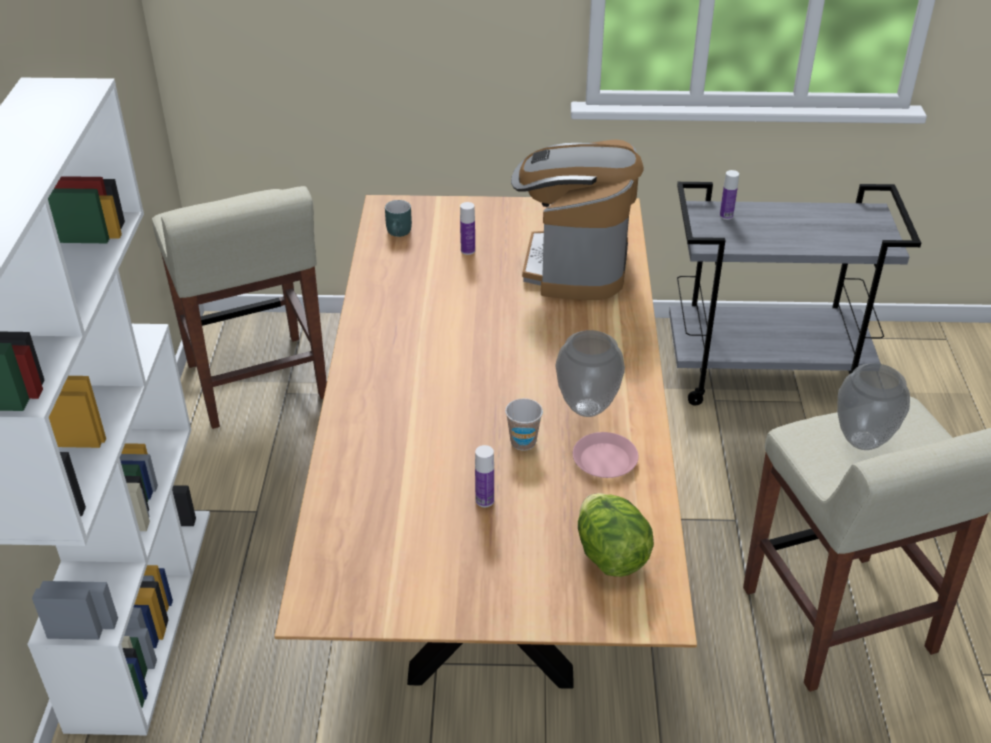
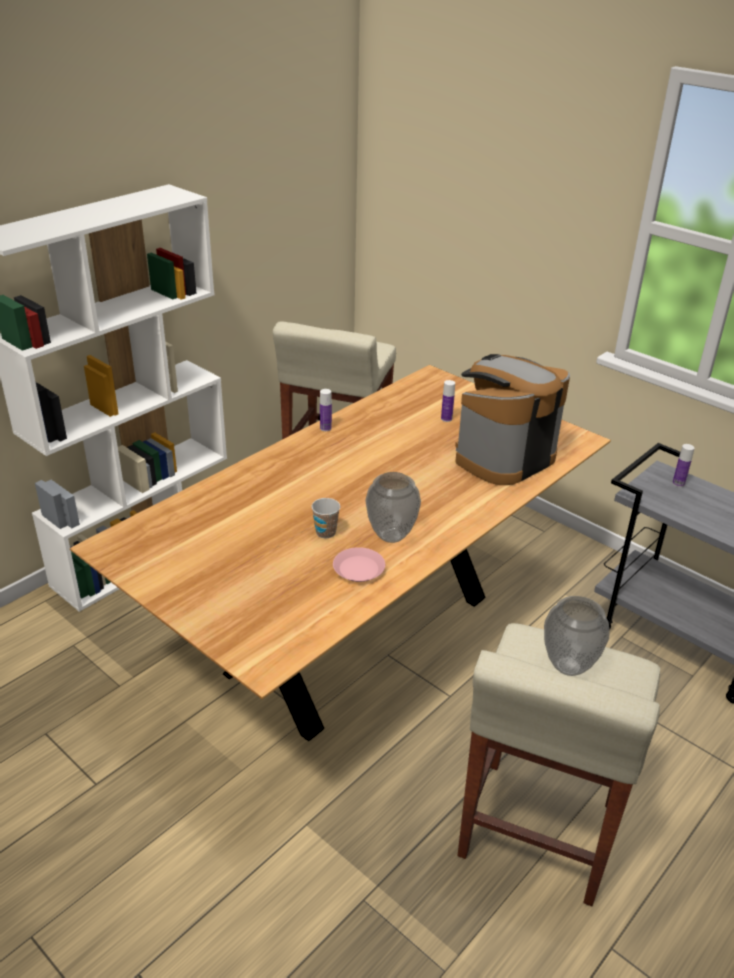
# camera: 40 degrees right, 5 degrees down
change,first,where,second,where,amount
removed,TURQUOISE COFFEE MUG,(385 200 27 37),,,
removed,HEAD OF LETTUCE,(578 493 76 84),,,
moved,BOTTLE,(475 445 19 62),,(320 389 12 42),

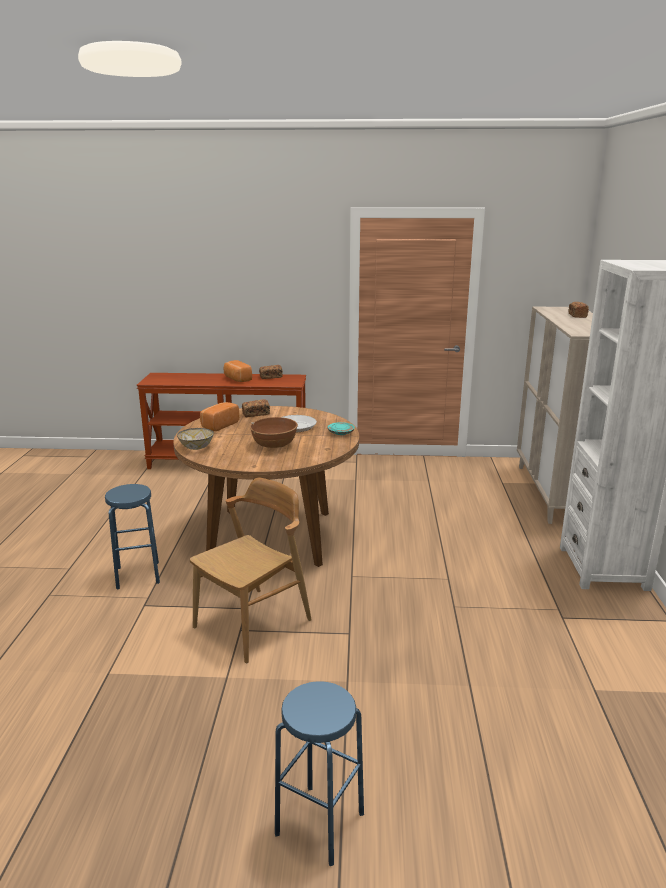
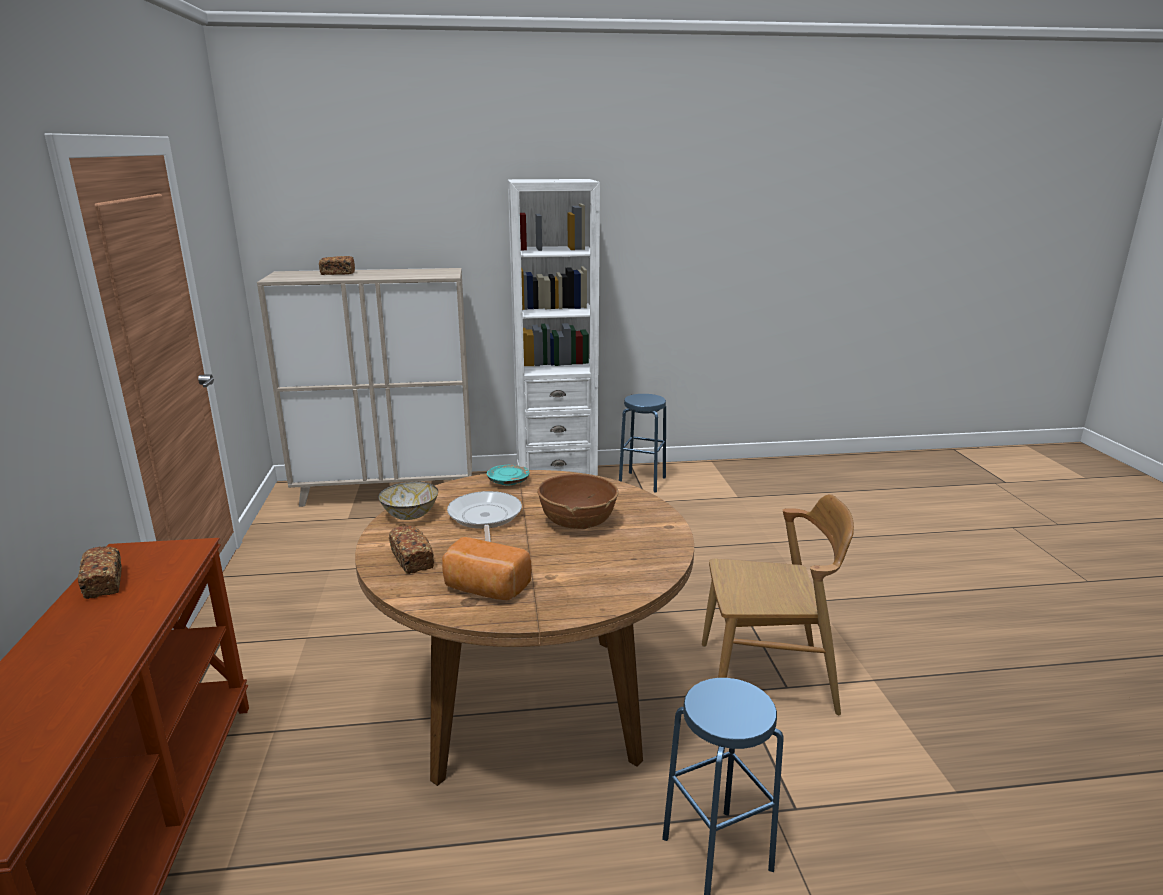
# camera: 100 degrees left, 0 degrees up
change,first,where,second,where,amount
removed,BAKED BREAD,(223 360 29 22),,,
moved,SERVING BOWL,(177 428 37 22),,(378 481 60 39),
moved,BLUE-COLOURED STOOL SEAT,(275 681 89 185),,(619 394 47 98),
turned,BROWNISH PLAIN CHAIR,(190 478 122 185),,(702 494 152 221),150 degrees clockwise

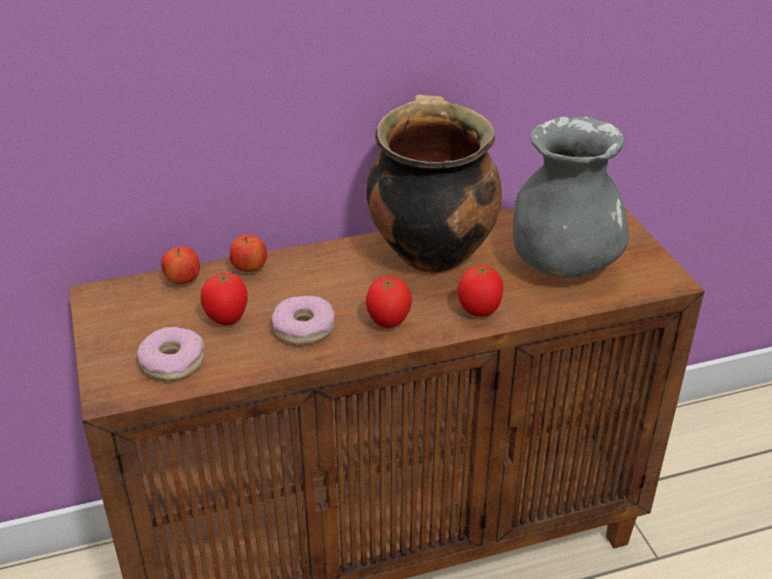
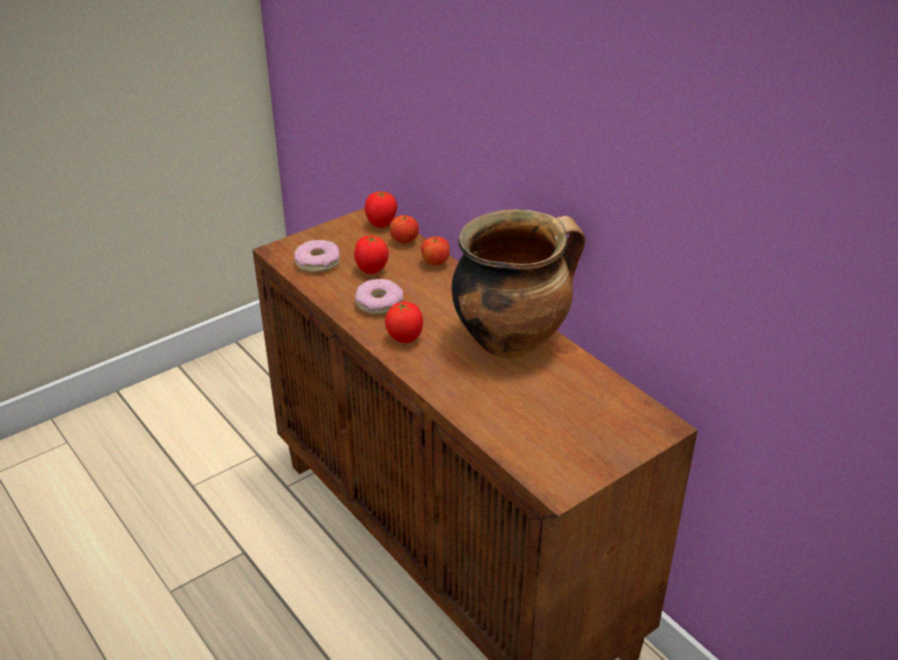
# camera: 70 degrees right, 0 degrees up
change,first,where,second,where,amount
removed,GRAY DECORATIVE VASE,(513 117 116 161),,,
moved,TOMATO,(458 264 46 53),,(365 191 32 37),

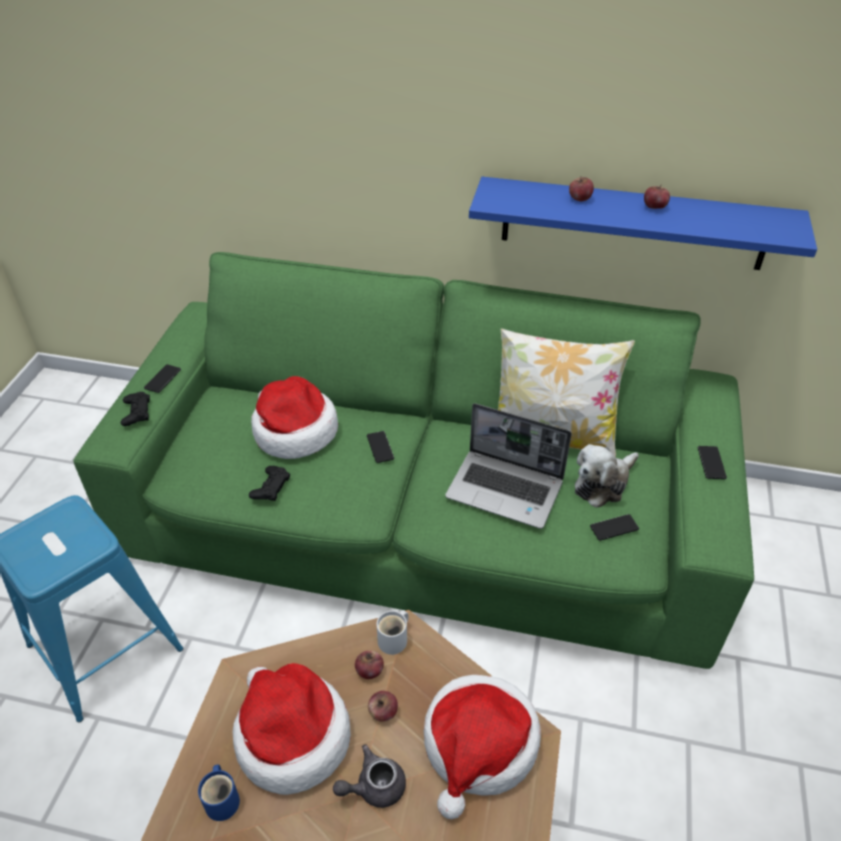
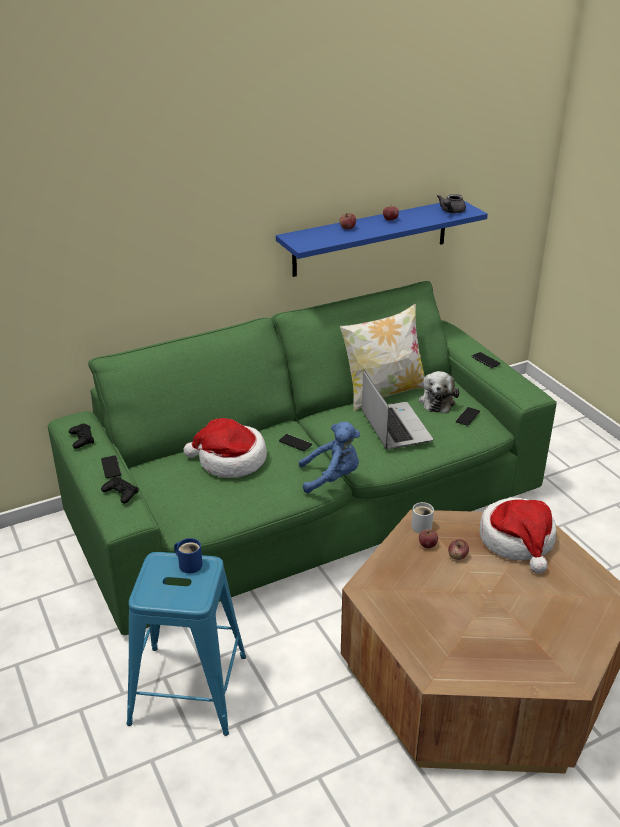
# camera: 40 degrees left, 10 degrees down
change,first,where,second,where,amount
removed,WEARABLE HAT,(233 663 118 132),,,
added,,,BLUE-COLOURED PLUSH TOY,(299 422 61 71),
moved,BLUE-COLOURED COFFEE MUG,(198 764 42 57),,(174 538 29 35),
moved,BLACK-COLOURED GAME CONTROLLER,(249 466 41 35),,(69 424 25 25),
moved,GRAY TEA POT,(333 744 73 64),,(437 194 29 19),
turned,LAPTOP,(445 403 127 126),,(362 370 71 79),90 degrees counterclockwise

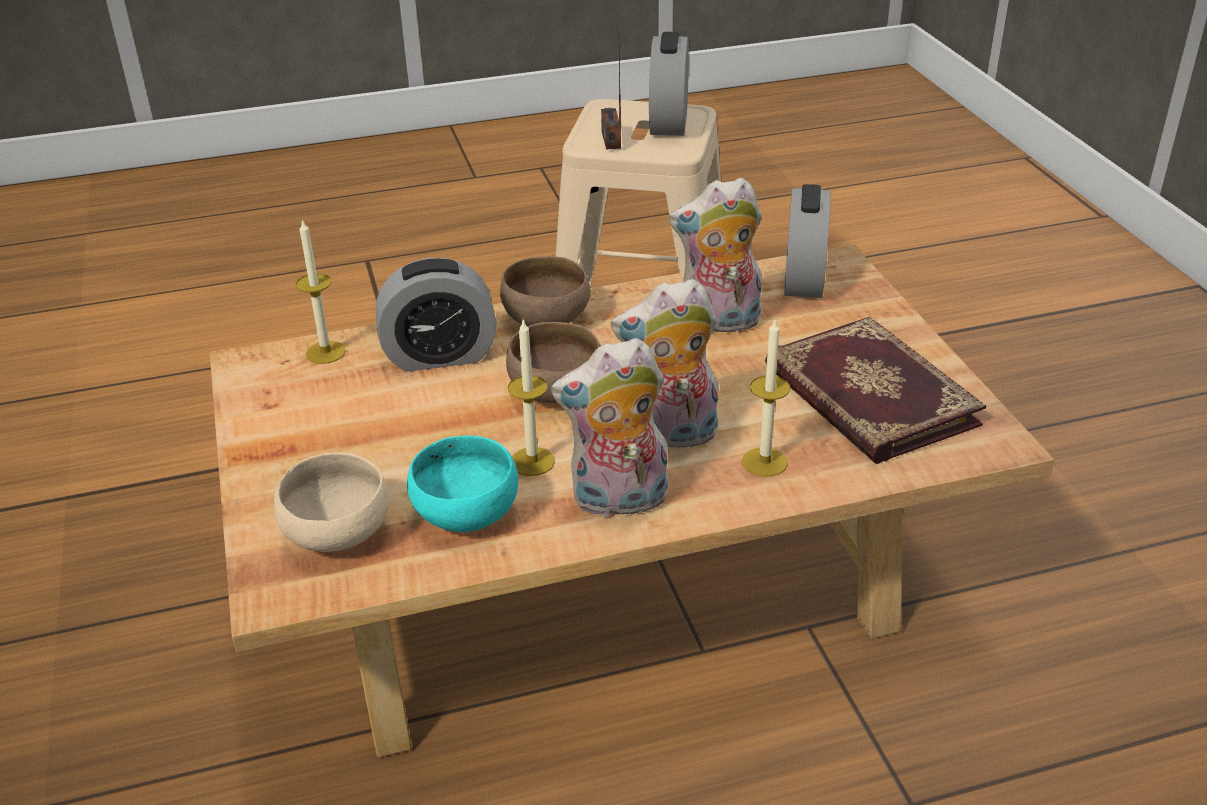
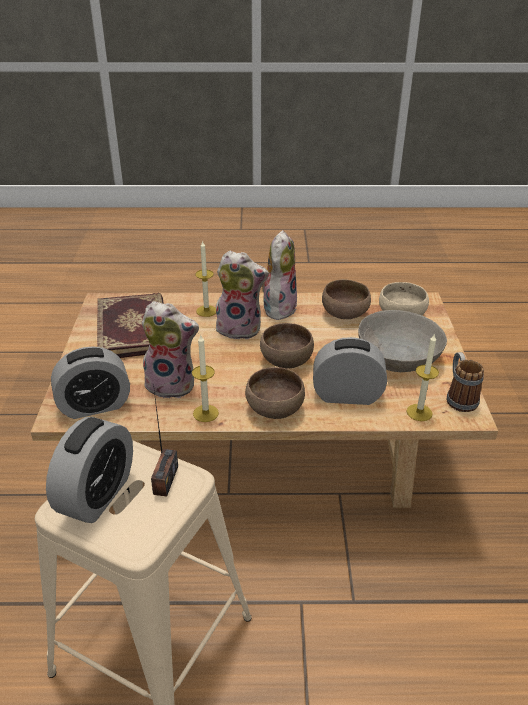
# camera: 165 degrees left, 0 degrees up
change,first,where,second,where,amount
added,,,GRAY SERVING BOWL,(358 310 89 62),
added,,,COFFEE MUG,(447 352 37 60),
moved,WAX CANDLE,(508 320 47 156),,(192 335 27 87),
recoloured,TURQUOISE SERVING BOWL,(407 436 111 96),BROWNISH SERVING BOWL,(322 279 49 40),
turned,PLUSH TOY,(551 338 117 181),,(262 230 35 90),75 degrees counterclockwise
turned,ALARM CLOCK,(784 184 47 114),,(51 346 79 73),135 degrees counterclockwise

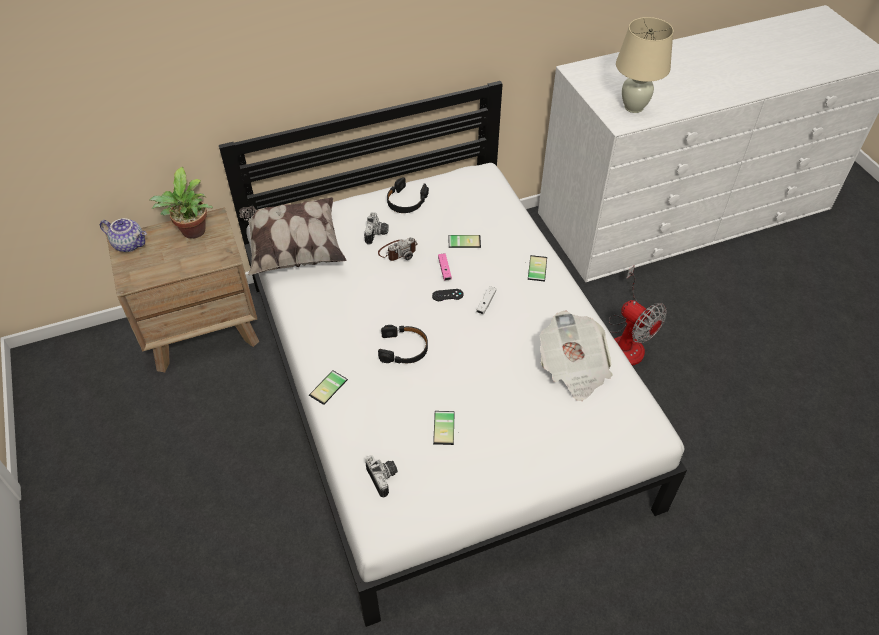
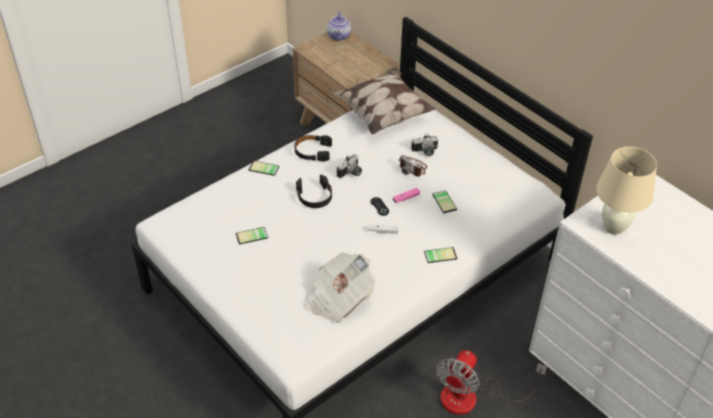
# camera: 70 degrees right, 5 degrees down
change,first,where,second,where,amount
removed,POTTED PLANT,(149 167 64 72),,,
moved,PHOTO CAMERA,(365 455 33 43),,(337 154 25 24),
moved,BLACK-COLOURED HEADPHONES,(387 177 42 36),,(294 135 38 27),

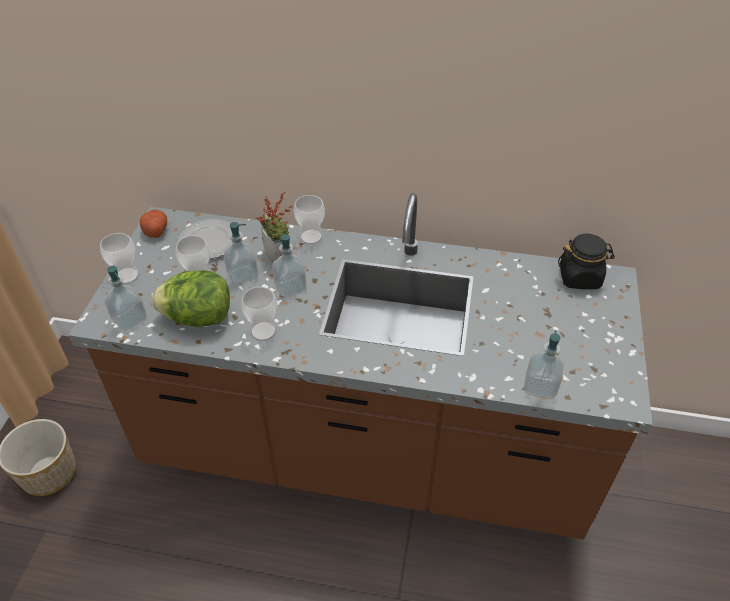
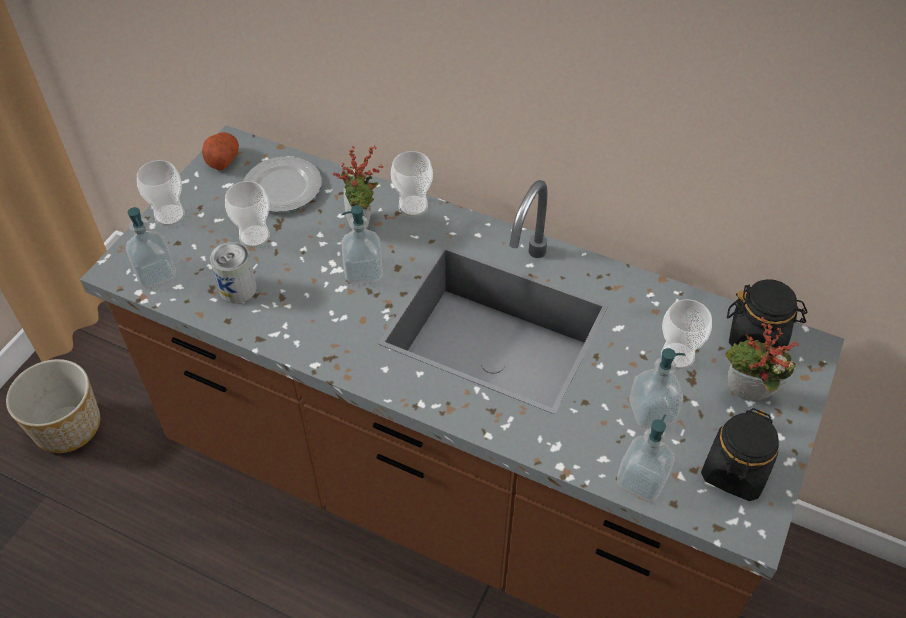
# camera: 15 degrees right, 5 degrees up
change,first,where,second,where,amount
added,,,BLACK-COLOURED JAR,(701 408 78 93),
added,,,POTTED PLANT,(725 317 74 83),
moved,SOAP BOTTLE,(223 222 35 63),,(629 348 56 80),
moved,SMALL CUP,(241 287 37 54),,(661 299 51 71),
replaced,HEAD OF LETTUCE,(152 270 78 57),SEALED CAN,(210 242 47 62),

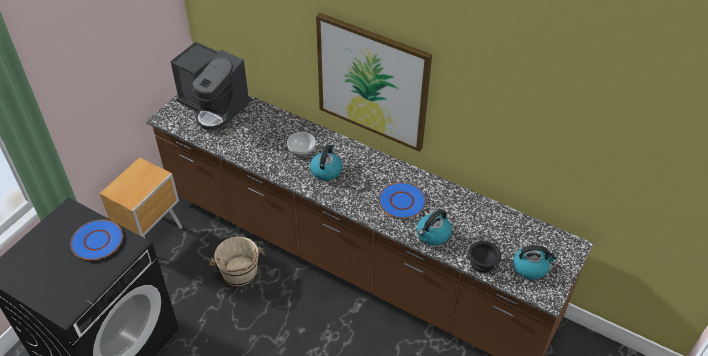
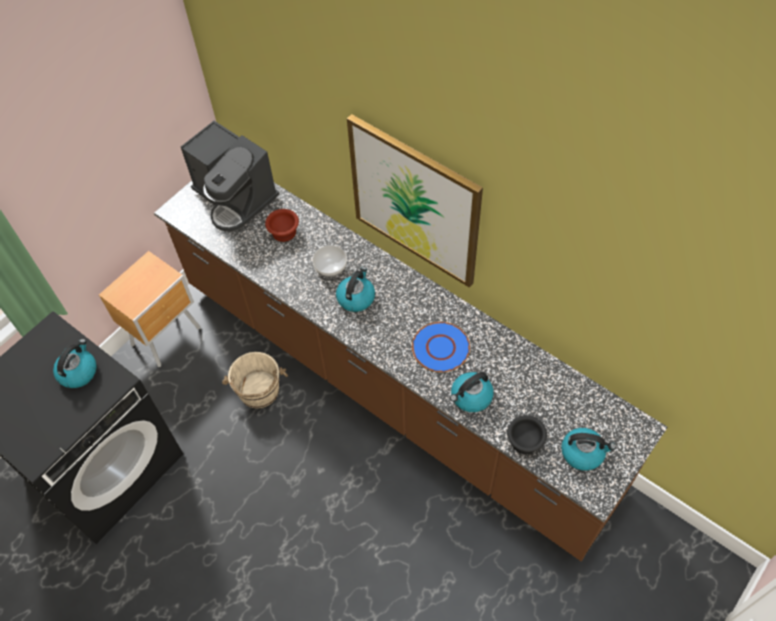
# camera: 10 degrees right, 10 degrees up
change,first,where,second,where,amount
added,,,BROWNISH SERVING BOWL,(265 209 34 33),
replaced,BLUE-COLOURED FLAT DISH,(70 219 53 41),TEA KETTLE,(53 339 44 49),

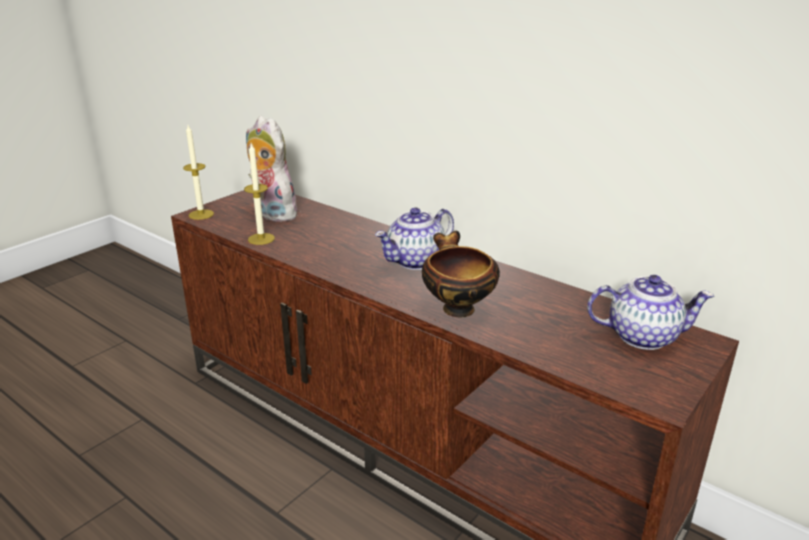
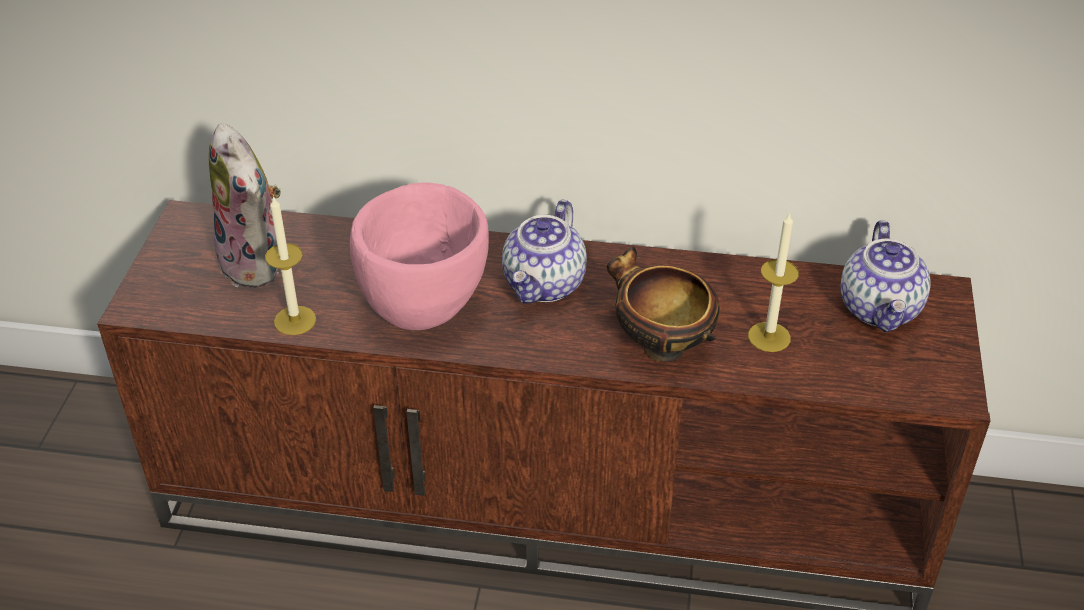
# camera: 30 degrees left, 15 degrees up
change,first,where,second,where,amount
added,,,PINK SERVING BOWL,(350 183 139 147),
moved,WAX CANDLE,(183 125 31 95),,(748 212 51 140),
turned,PLUSH TOY,(246 116 51 106),,(209 123 72 165),135 degrees counterclockwise
turned,TEA POT,(587 275 127 75),,(841 220 89 112),120 degrees clockwise

